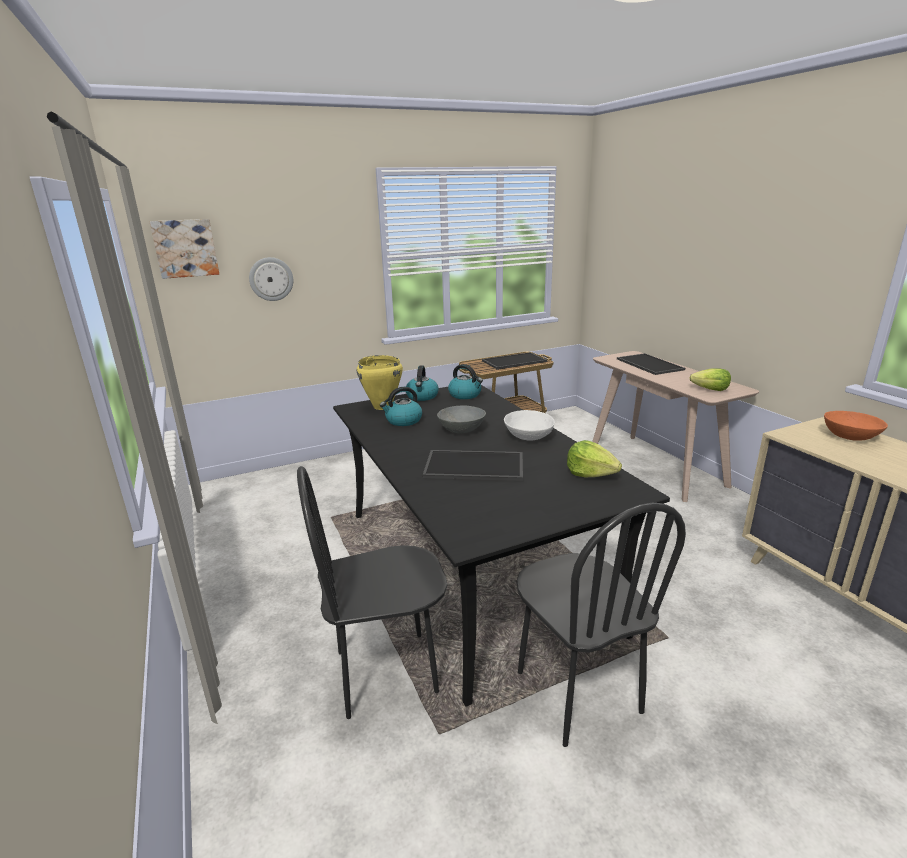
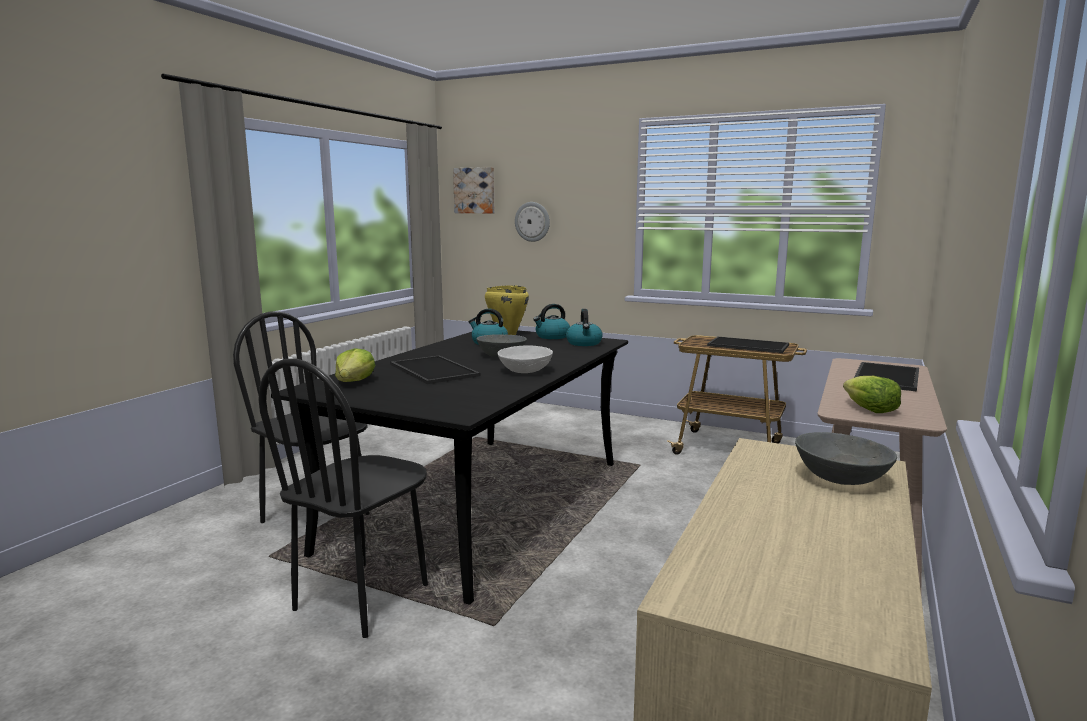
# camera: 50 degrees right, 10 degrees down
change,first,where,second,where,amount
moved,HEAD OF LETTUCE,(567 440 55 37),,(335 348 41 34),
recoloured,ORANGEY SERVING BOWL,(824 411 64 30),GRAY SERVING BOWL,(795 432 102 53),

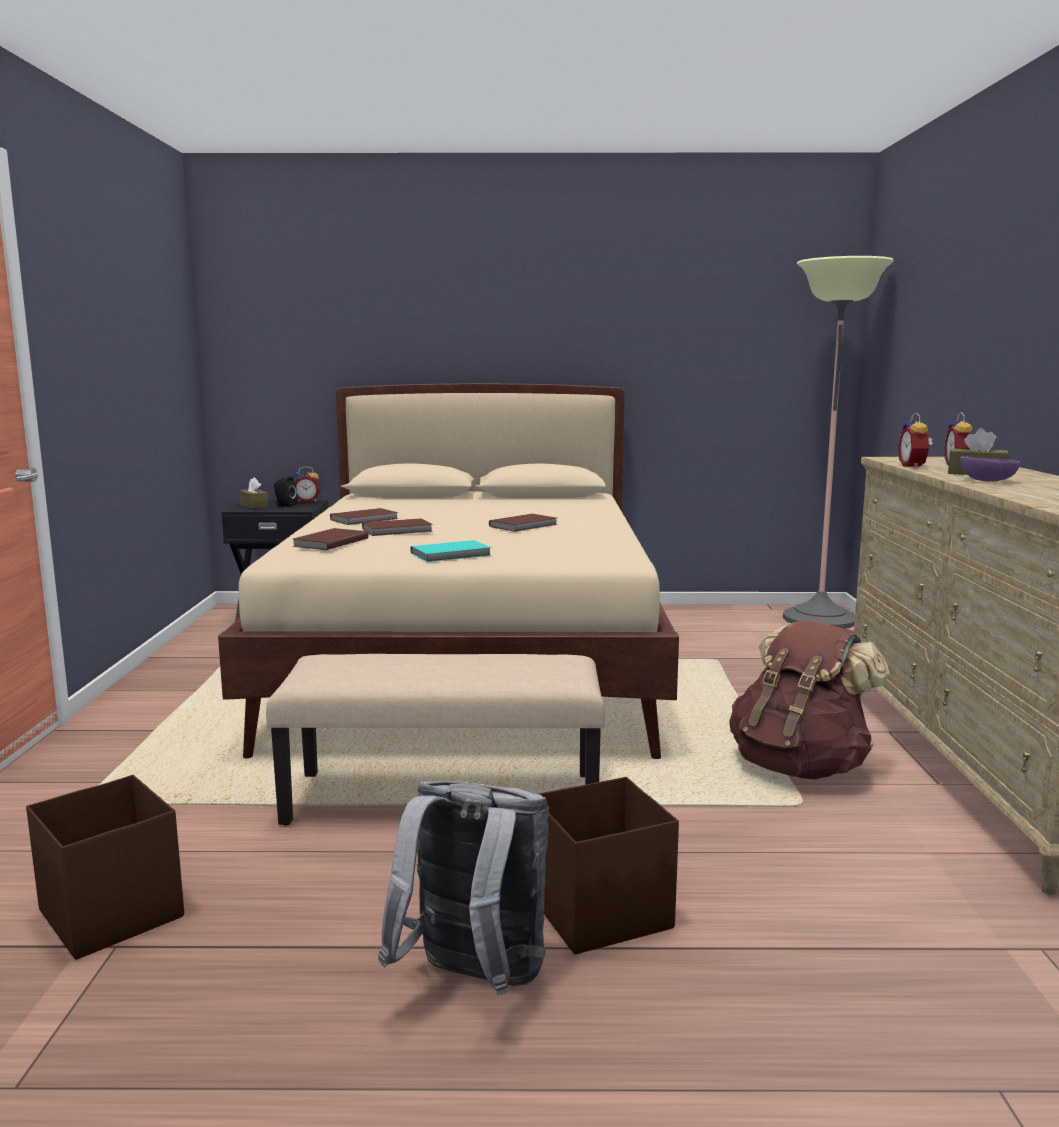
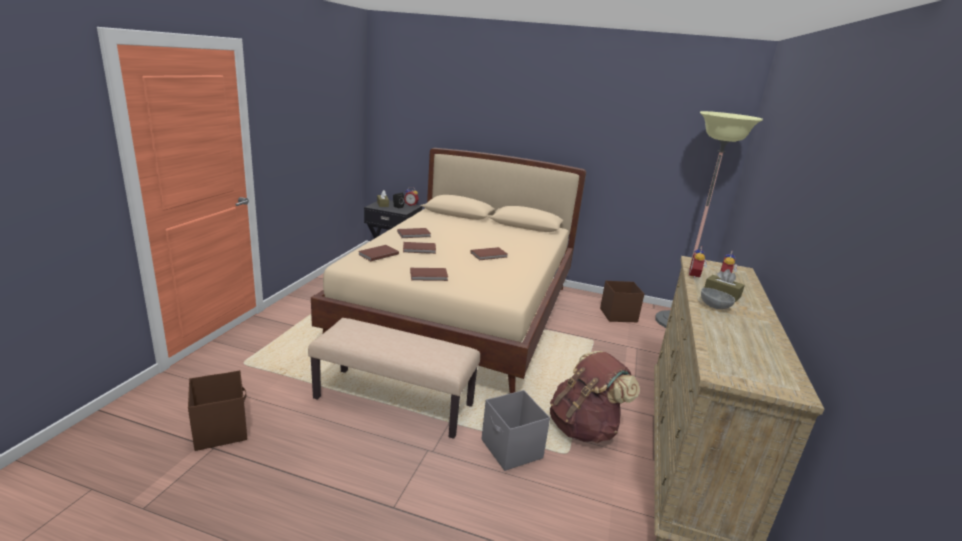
# camera: 15 degrees right, 10 degrees up
change,first,where,second,where,amount
removed,GRAY BACKPACK,(378 781 171 214),,,
added,,,GRAY STORAGE CONTAINER,(481 390 69 81),
moved,BROWNISH STORAGE CONTAINER,(538 777 141 178),,(600 281 44 41),
recoloured,TURQUOISE BOOK,(410 540 82 22),BROWNISH BOOK,(410 268 38 13),
recoloured,PURPLE-COLOURED SERVING BOWL,(960 456 60 26),GRAY SERVING BOWL,(701 288 34 21),

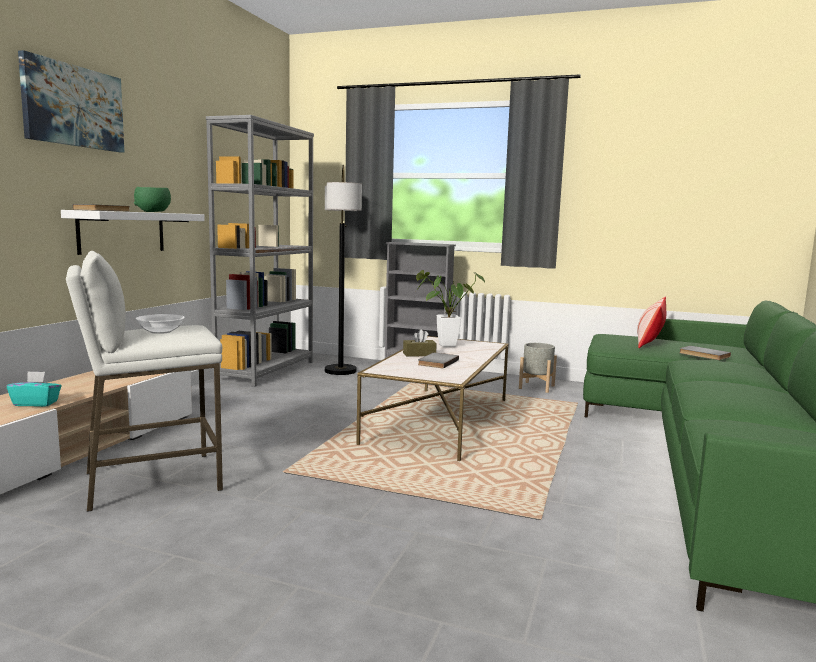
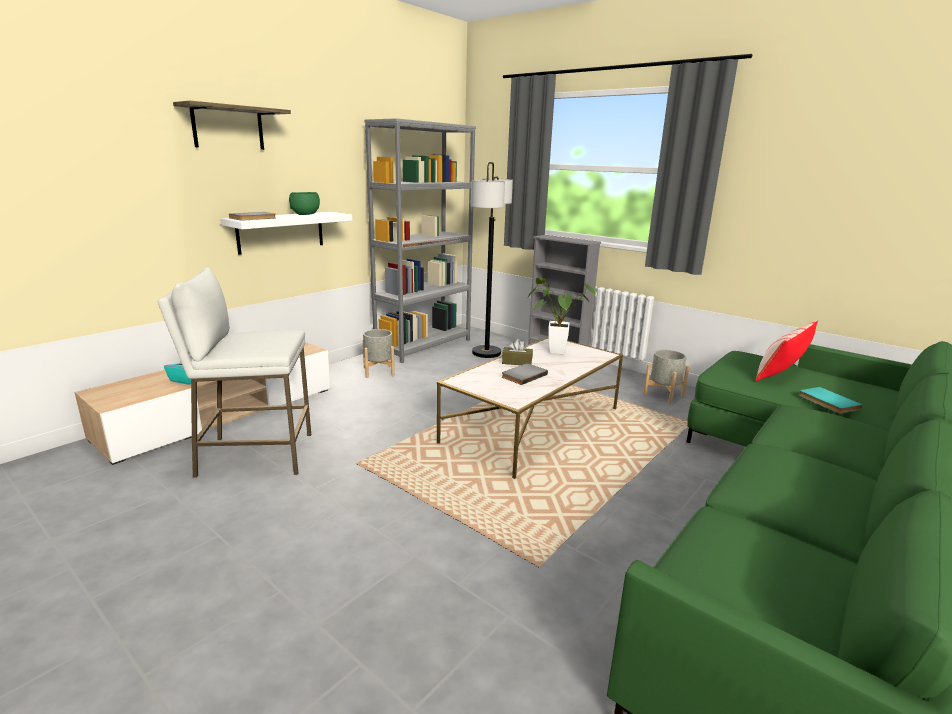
# camera: 20 degrees right, 10 degrees up
change,first,where,second,where,amount
removed,SERVING BOWL,(136 314 49 20),,,
added,,,GRAY PLANTER,(363 329 32 49),
replaced,WALL ART,(18 50 106 102),SHELF,(173 101 118 49),
recoloured,GRAY BOOK,(680 346 51 14),TURQUOISE BOOK,(799 387 64 27),

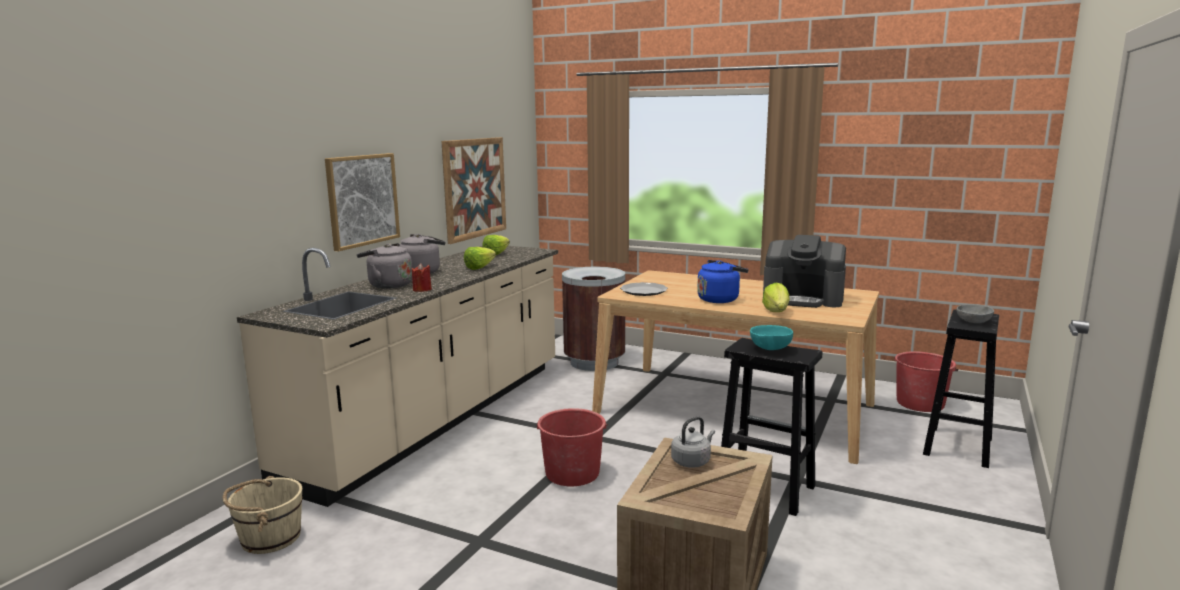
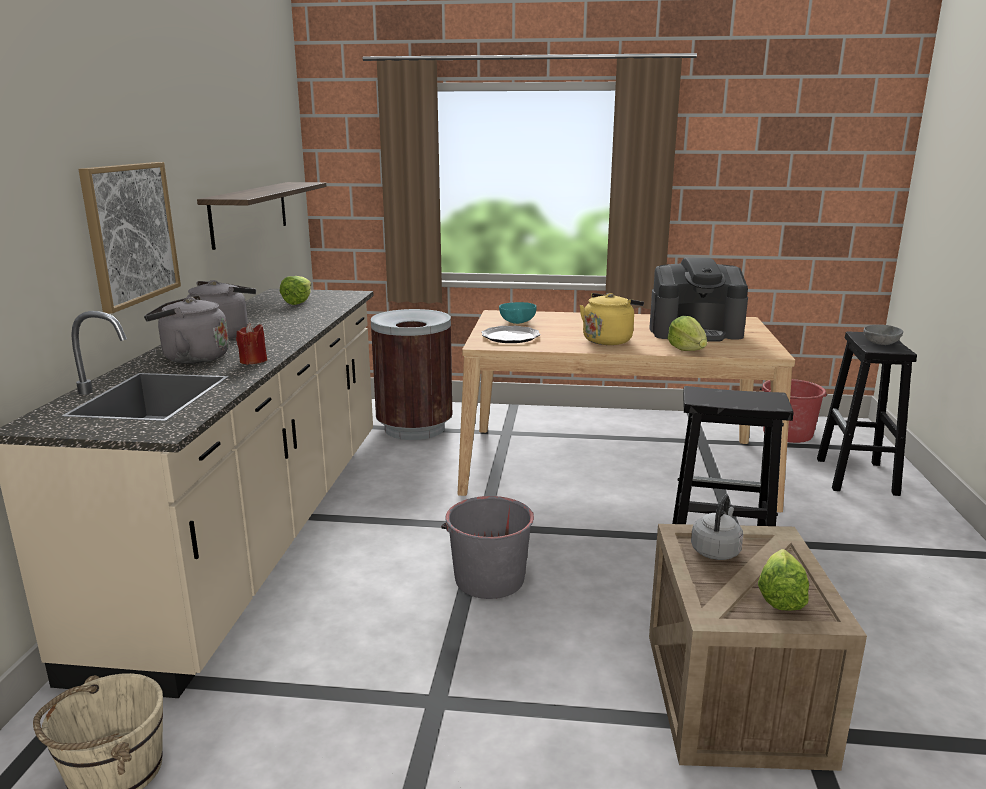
# camera: 20 degrees left, 5 degrees up
change,first,where,second,where,amount
moved,HEAD OF LETTUCE,(464 247 32 23),,(758 549 51 62),
moved,TURQUOISE SERVING BOWL,(750 325 43 25),,(499 302 38 22),
replaced,WALL ART,(442 137 64 107),SHELF,(197 182 129 68),
recoloured,RED-COLOURED BUCKET,(536 408 72 78),GRAY BUCKET,(441 496 93 103),
recoloured,BLUE-COLOURED TEA KETTLE,(697 260 52 43),YELLOWISH TEA KETTLE,(579 293 65 52),

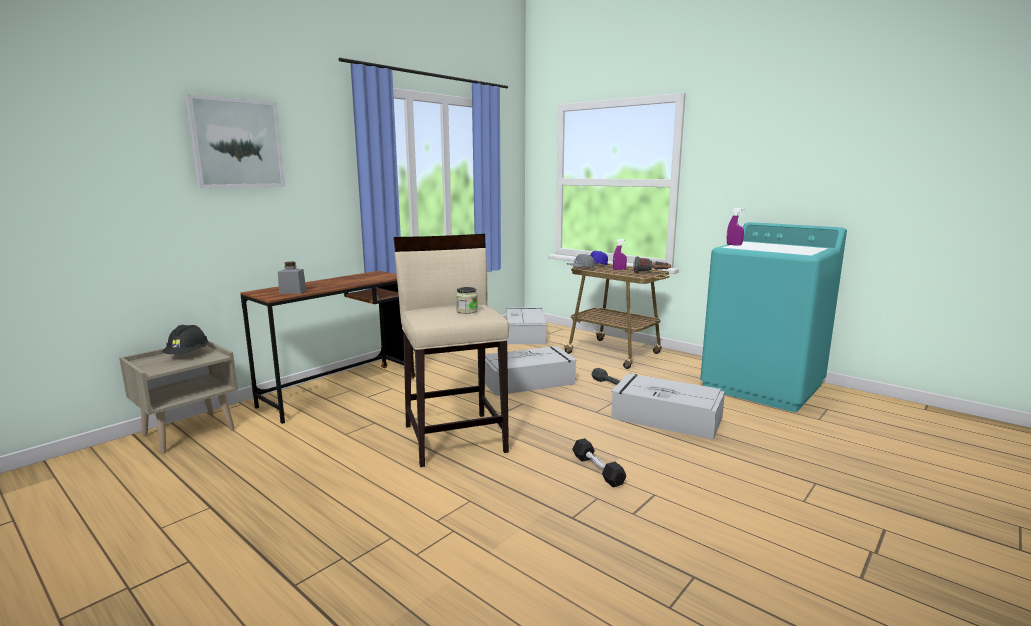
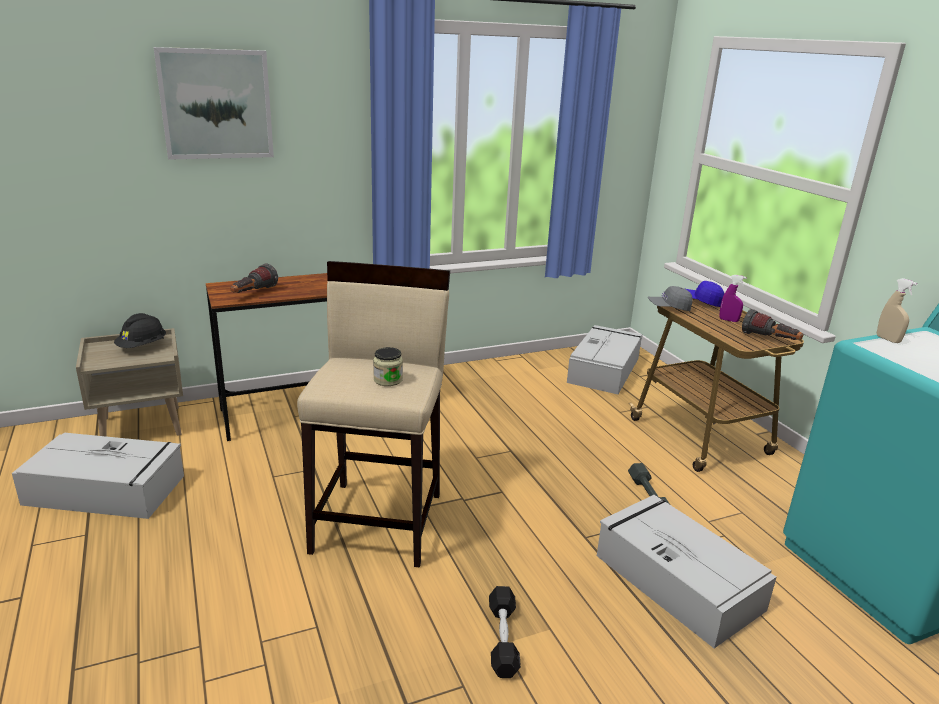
# camera: 25 degrees right, 10 degrees up
change,first,where,second,where,amount
moved,GRAY STORAGE CONTAINER,(485 346 92 50),,(12 433 172 86),
replaced,GRAY JAR,(278 262 28 32),FLASHLIGHT,(231 264 47 29),
recoloured,PURPLE-COLOURED SPRAY BOTTLE,(727 208 17 38),SAND-COLOURED SPRAY BOTTLE,(877 278 41 65),

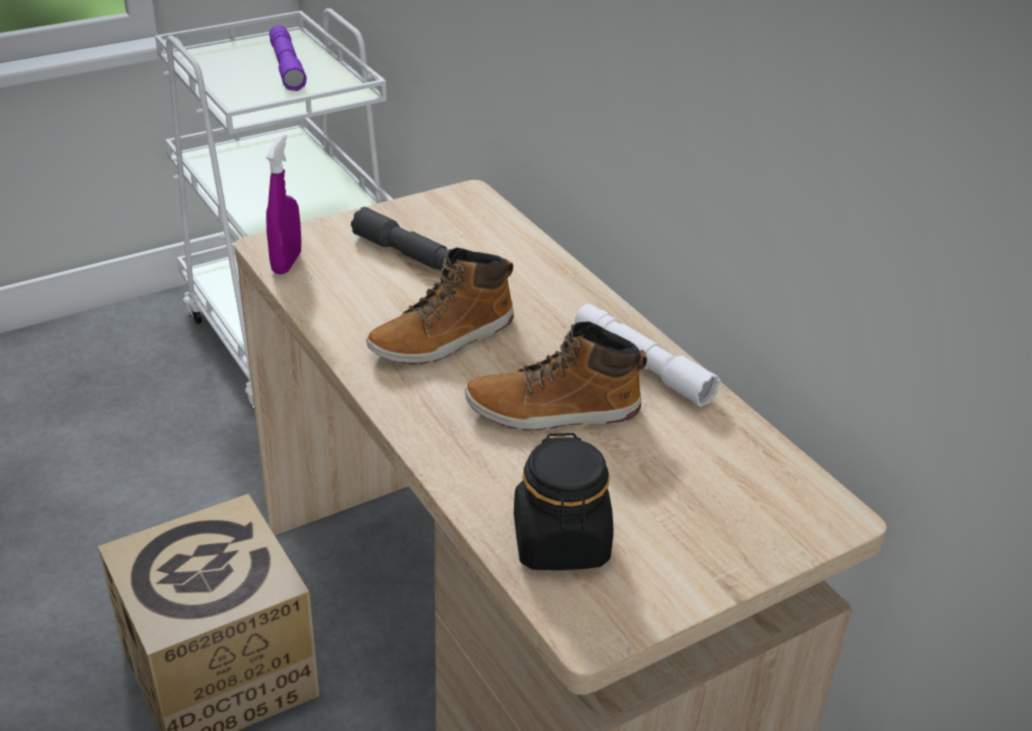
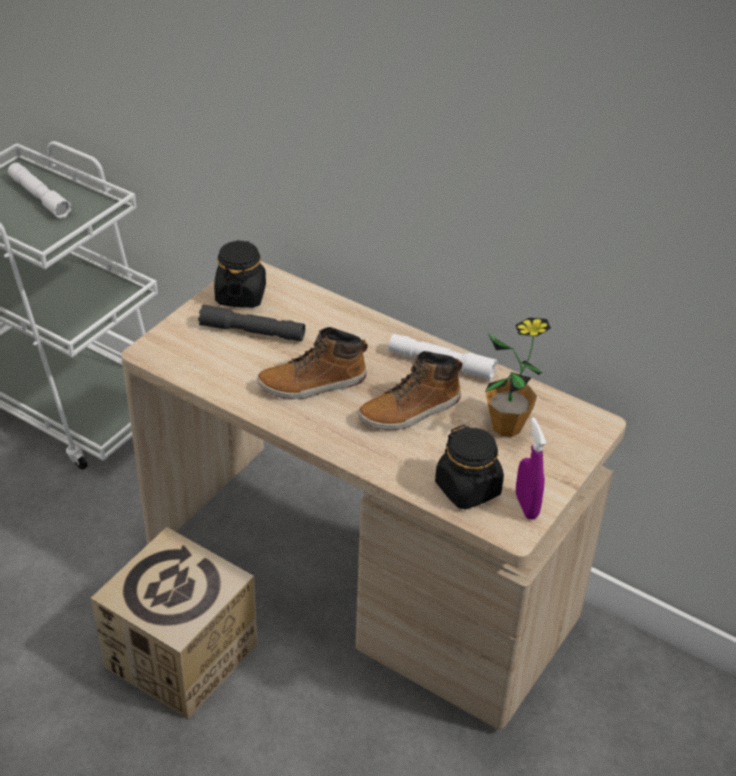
# camera: 25 degrees left, 5 degrees up
change,first,where,second,where,amount
added,,,BLACK-COLOURED JAR,(214 240 52 68),
added,,,POTTED PLANT,(485 317 66 120),
moved,PURPLE-COLOURED SPRAY BOTTLE,(266 134 35 140),,(516 417 30 102),
recoloured,PURPLE-COLOURED FLASHLIGHT,(269 25 38 66),WHITE FLASHLIGHT,(8 163 63 55),
turned,TALL BOOT,(366 247 148 117),,(257 327 111 72),45 degrees clockwise

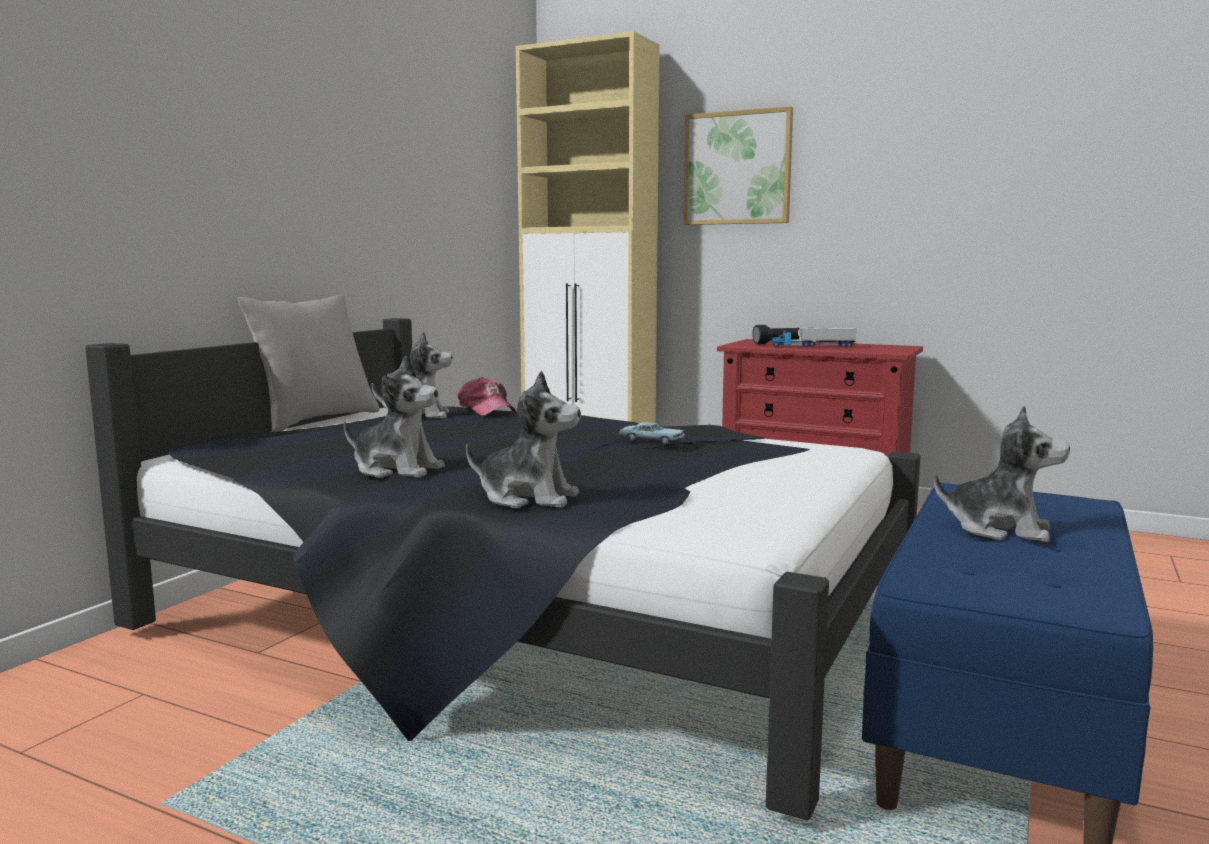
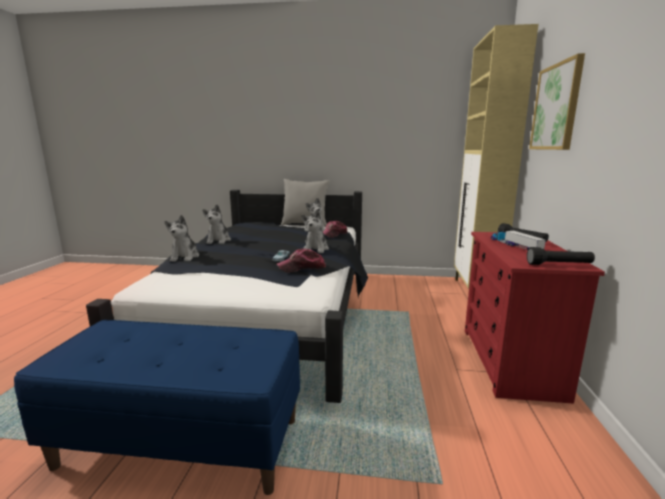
# camera: 70 degrees right, 5 degrees up
change,first,where,second,where,amount
added,,,PEAKED CAP,(277 249 49 24),
added,,,BLACK-COLOURED FLASHLIGHT,(527 247 68 18),
moved,PLUSH TOY,(934 405 136 137),,(302 210 27 43),

